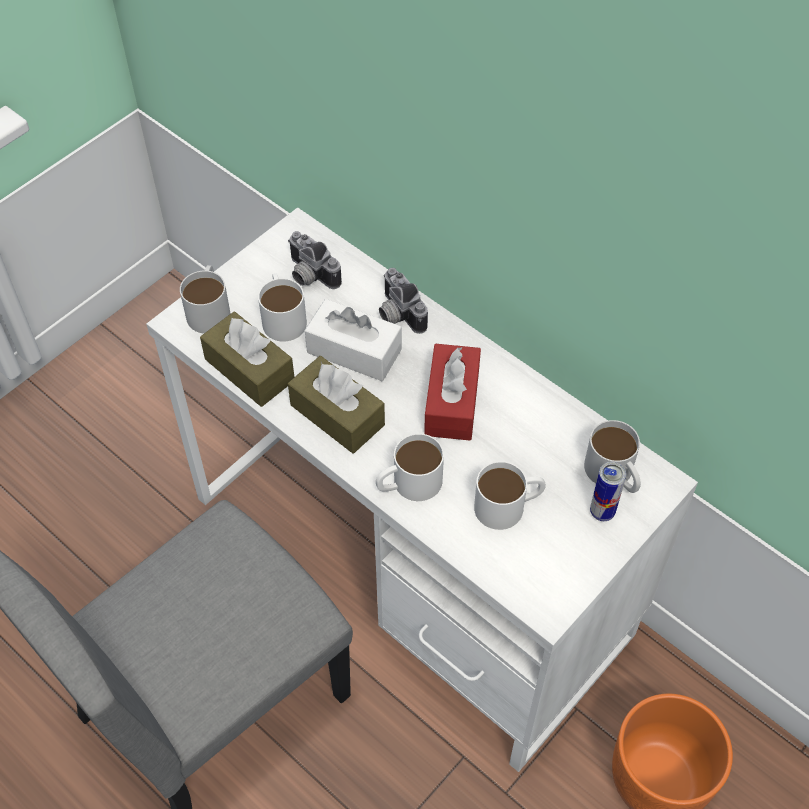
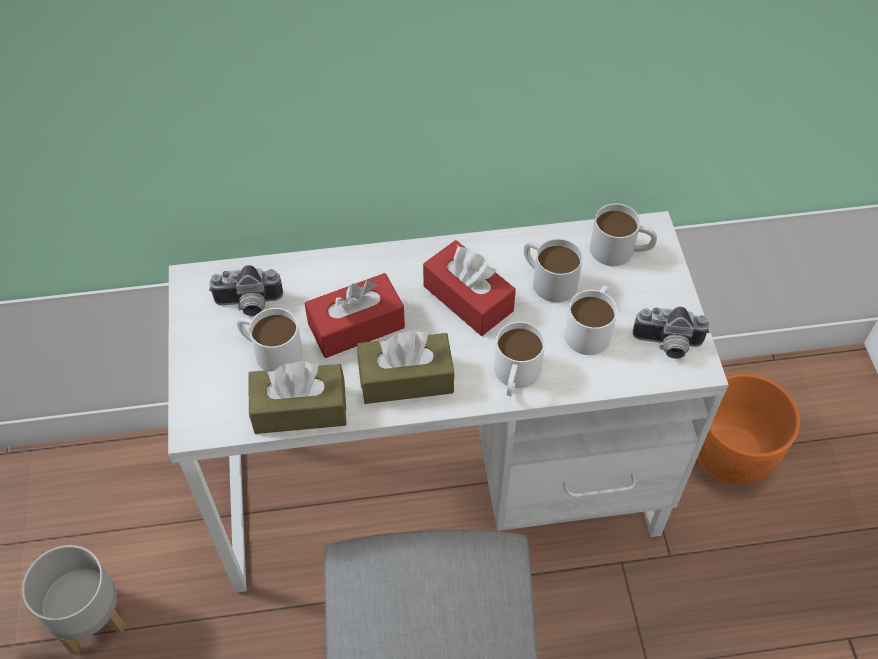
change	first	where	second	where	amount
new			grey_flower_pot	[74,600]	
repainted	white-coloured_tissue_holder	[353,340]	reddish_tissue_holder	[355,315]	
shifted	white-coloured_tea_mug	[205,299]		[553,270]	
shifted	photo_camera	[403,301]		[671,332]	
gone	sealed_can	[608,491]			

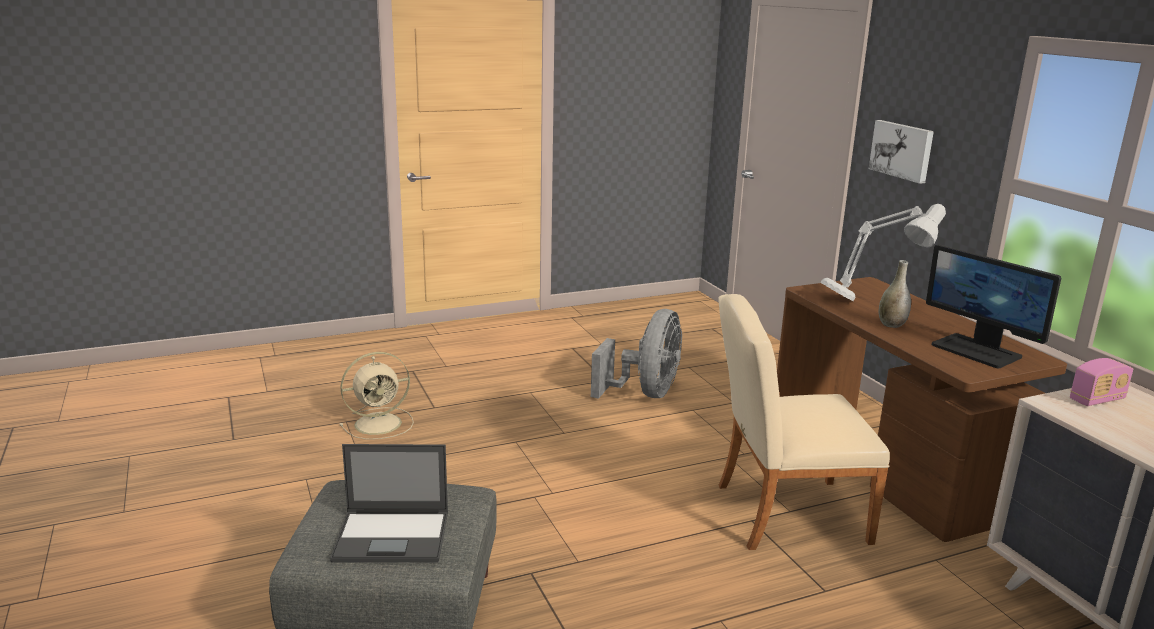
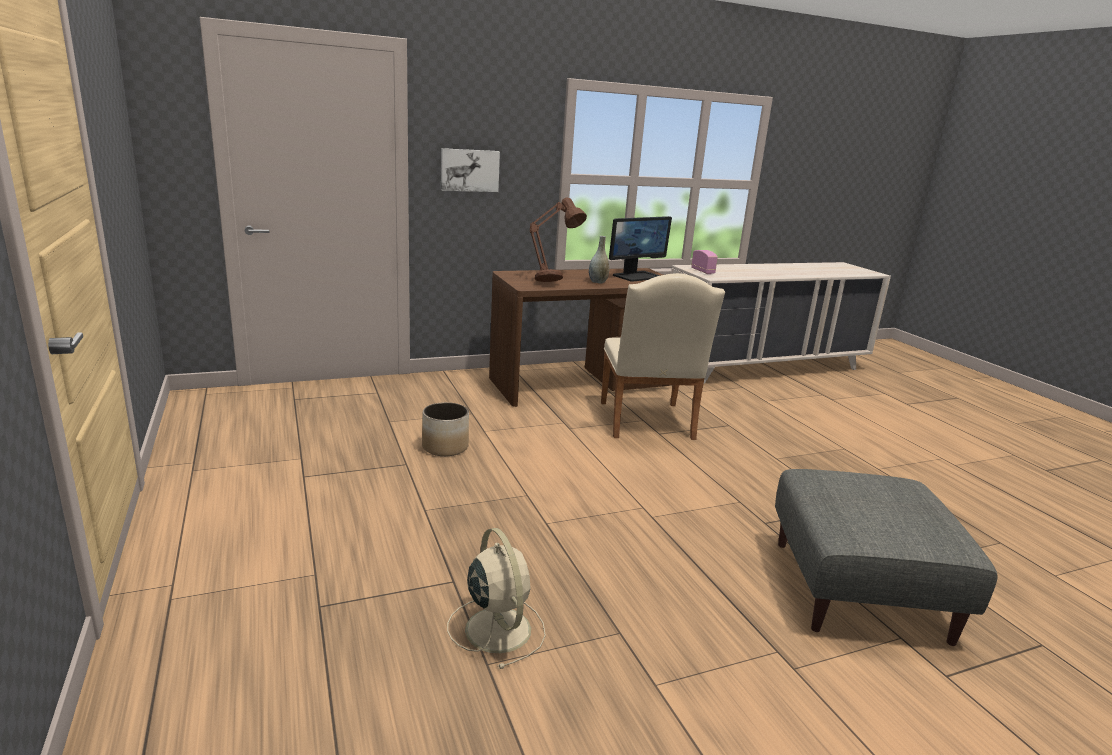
change	first	where	second	where	amount
swapped	grey_fan	[636,354]	flower_pot	[445,429]	
repainted	grey_table_lamp	[883,252]	brownish_table_lamp	[558,240]	
gone	notebook_computer	[389,503]			

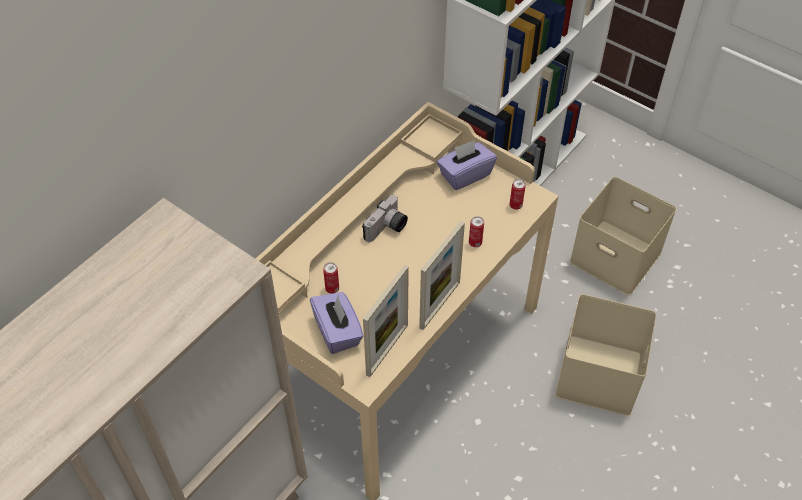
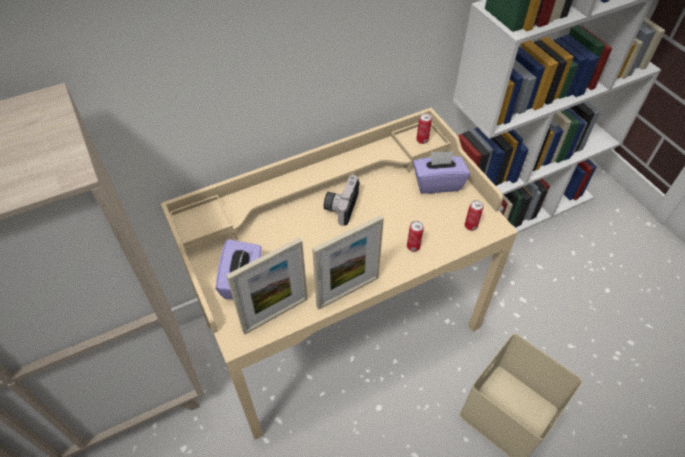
change	first	where	second	where	amount
rotated	photo_camera	[385,218]		[342,200]	135 degrees clockwise
shifted	sealed_can	[331,278]		[424,128]	
gone	sand-coloured_storage_box	[623,236]			

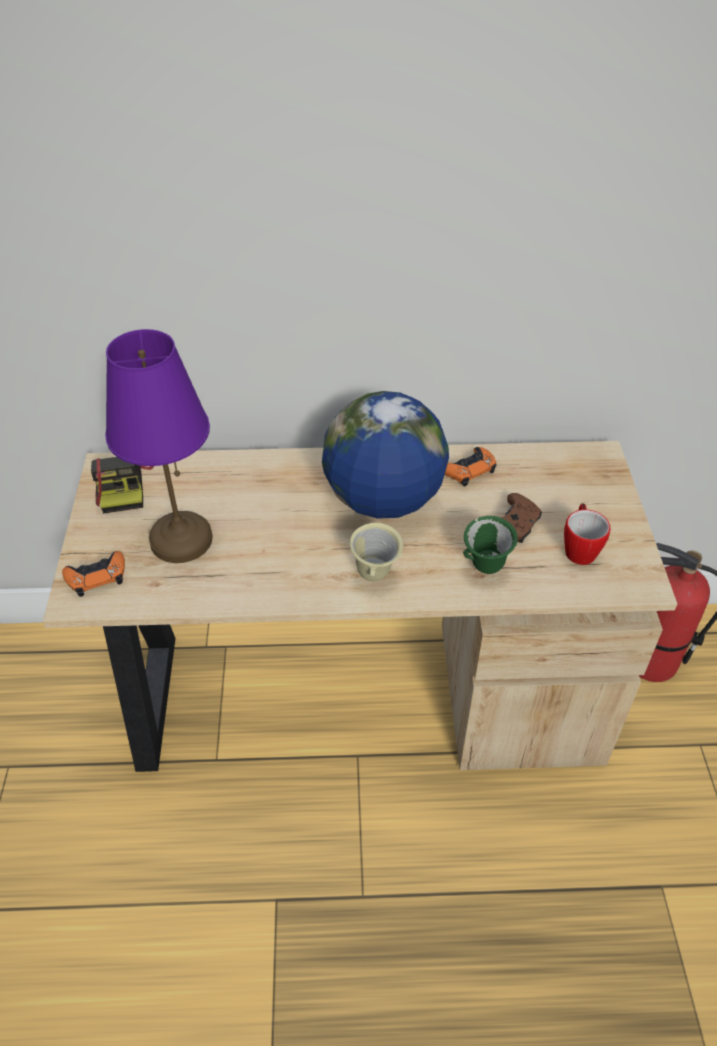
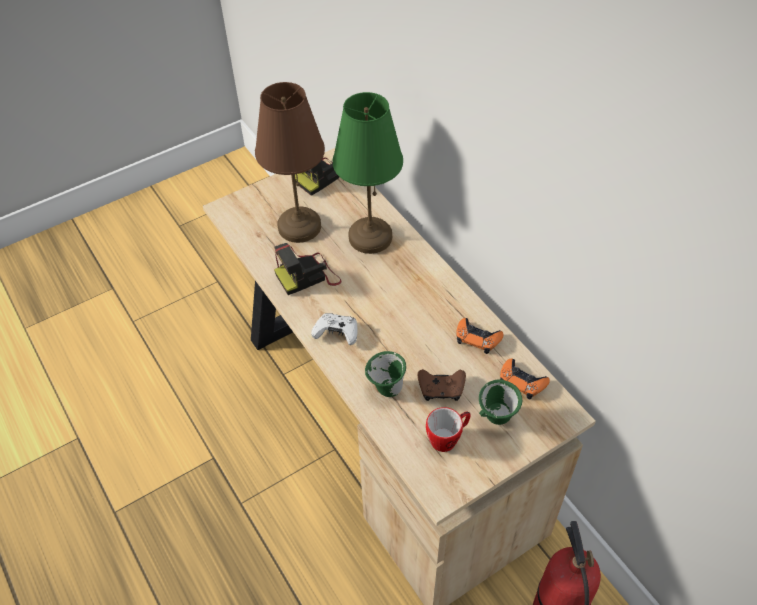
change	first	where	second	where	amount
repainted	purple-coloured_table_lamp	[159,446]	brownish_table_lamp	[290,162]	
new			photo_camera	[308,269]	
swapped	sand-coloured_tea_mug	[376,552]	white-coloured_joypad	[334,329]	
new			green_table_lamp	[368,173]	
new			green_tea_mug	[500,402]	
shifted	orangey_joypad	[93,574]		[525,379]	
gone	world_globe	[385,455]			

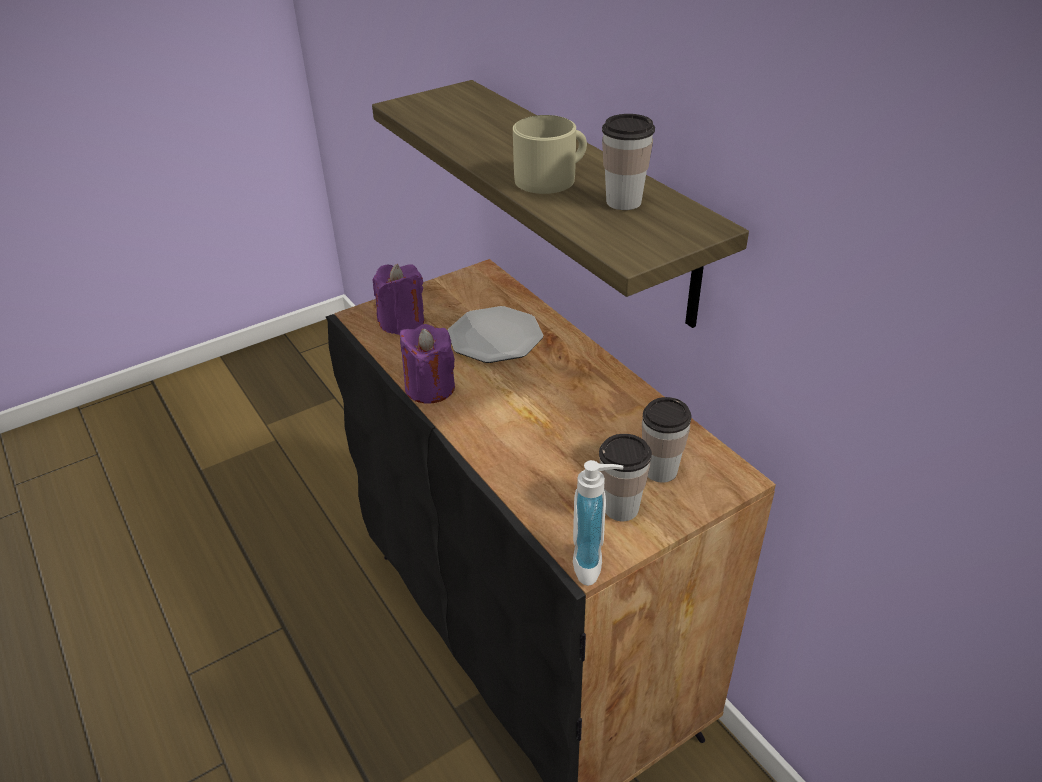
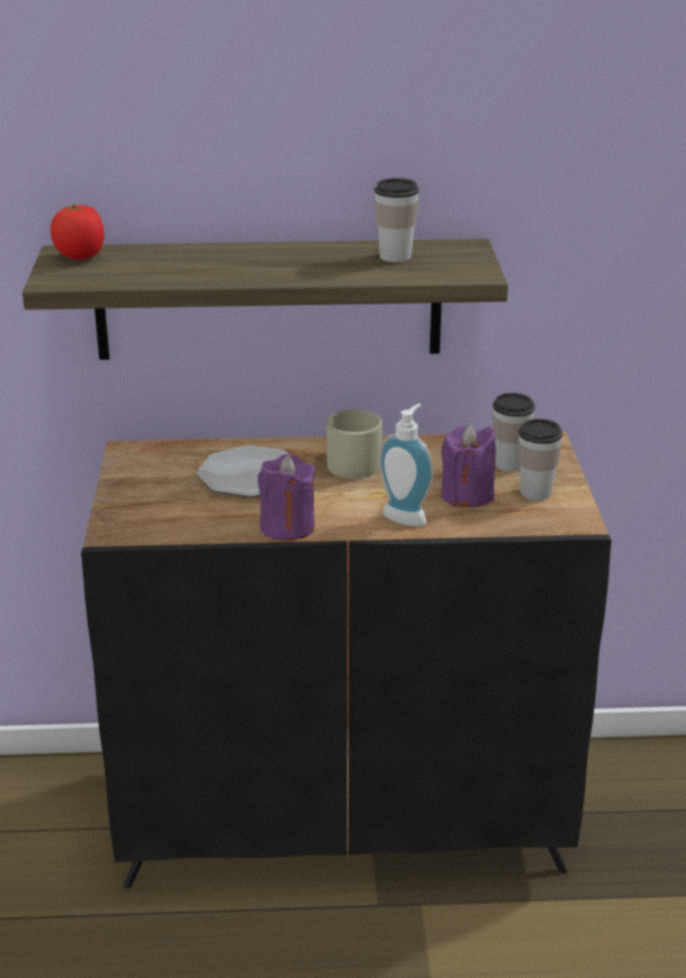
change	first	where	second	where	amount
new			whole_tomato	[77,231]	
shifted	sand-coloured_tea_mug	[550,154]		[354,444]	
shifted	soap_dispenser	[598,523]		[406,465]	
shifted	purple-coloured_wax_light	[398,299]		[468,465]	

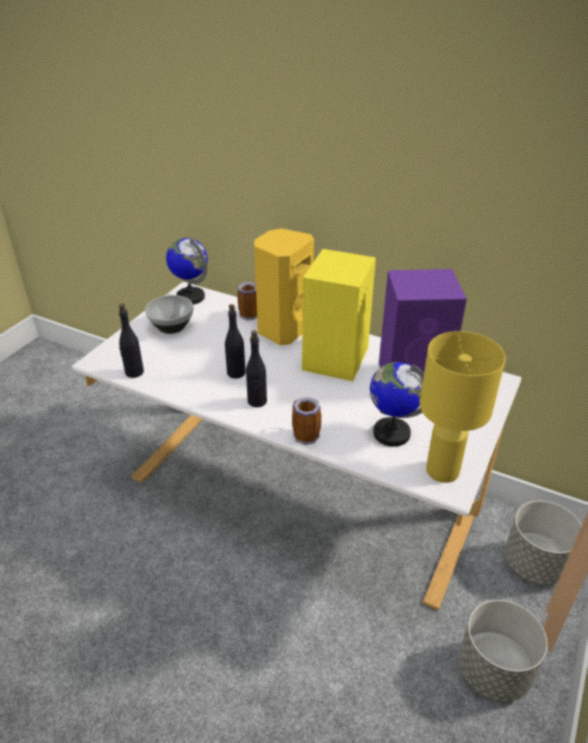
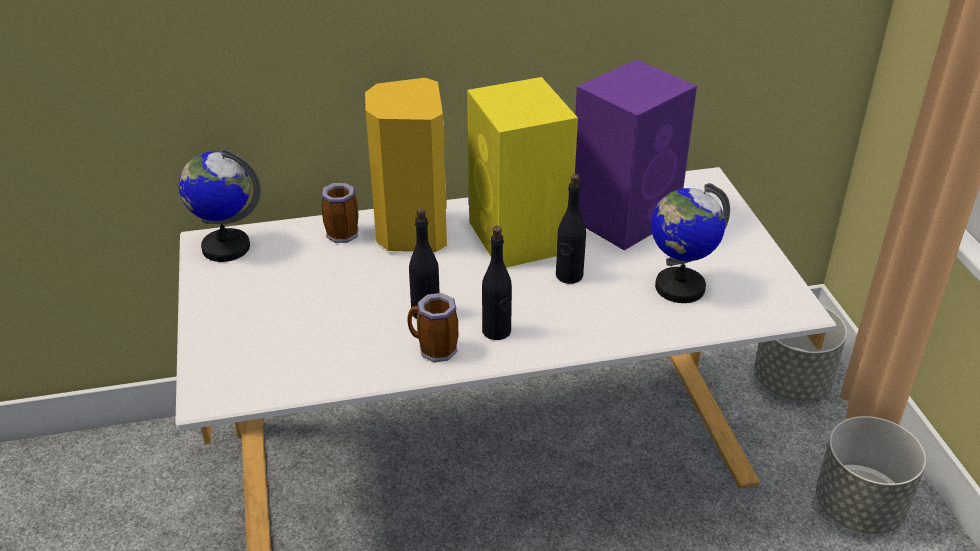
change	first	where	second	where	amount
shifted	tea_mug	[306,421]		[432,327]	
shifted	blackish_bottle	[131,341]		[571,229]	
gone	serving_bowl	[169,314]			
gone	yellow-coloured_table_lamp	[463,407]			

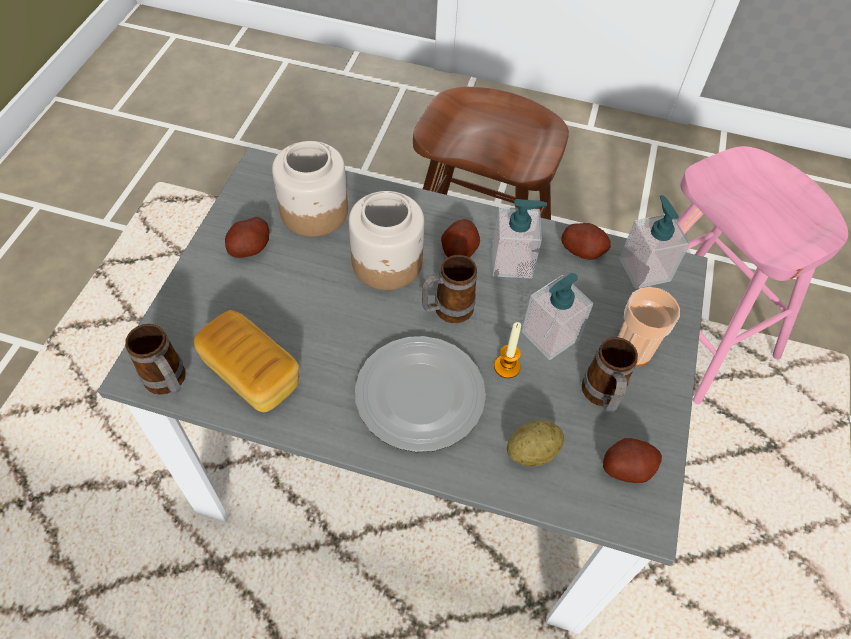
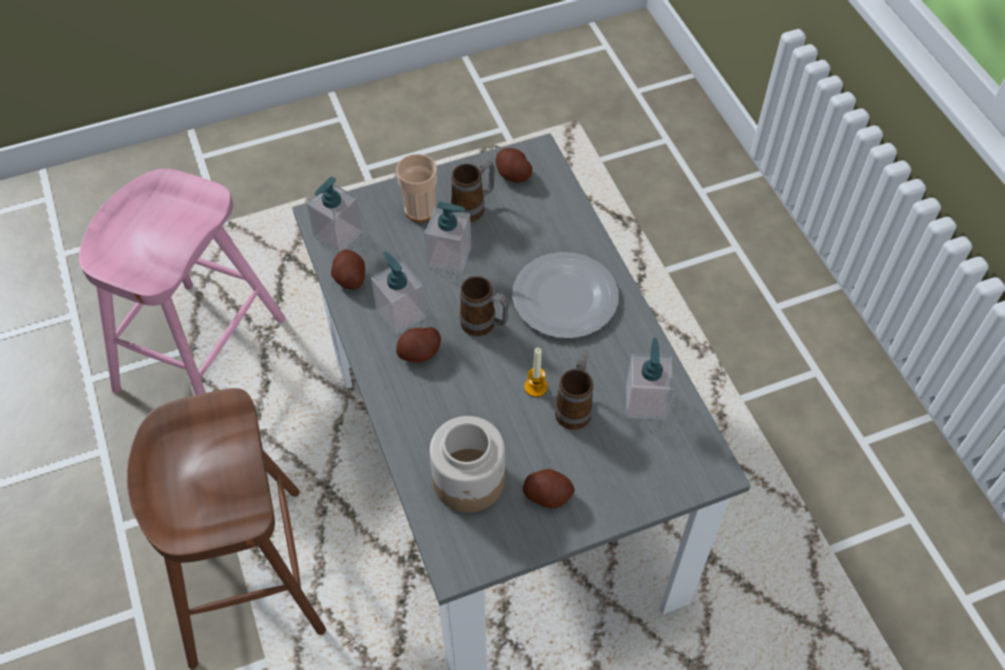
change	first	where	second	where	amount
shifted	wax_light	[507,350]		[536,372]	
shifted	tea_mug	[155,359]		[574,392]	
swapped	bread	[246,361]	soap_dispenser	[649,379]	
gone	jar	[386,240]			
gone	whole_potato	[535,443]			

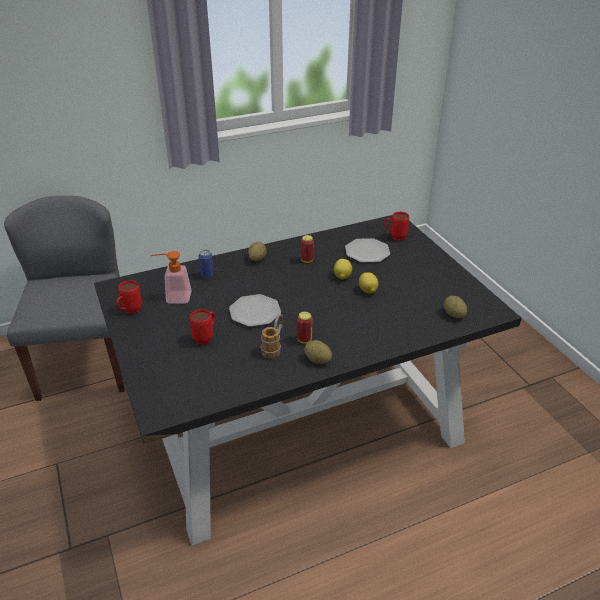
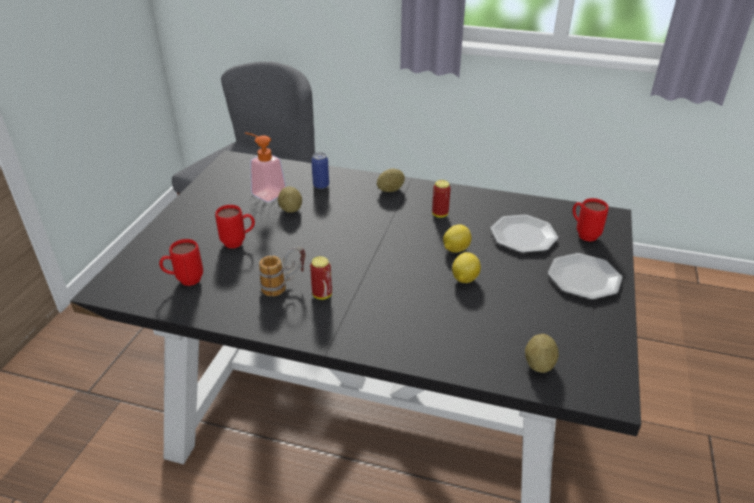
change	first	where	second	where	amount
shifted	reddish_tea_mug	[129,297]		[181,262]	
shifted	whole_potato	[318,352]		[290,199]	
shifted	dinner_plate	[255,310]		[585,276]	

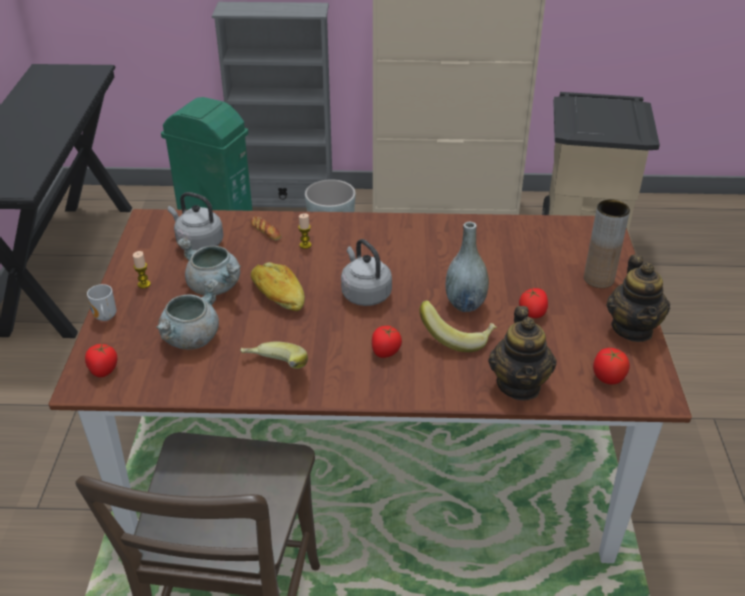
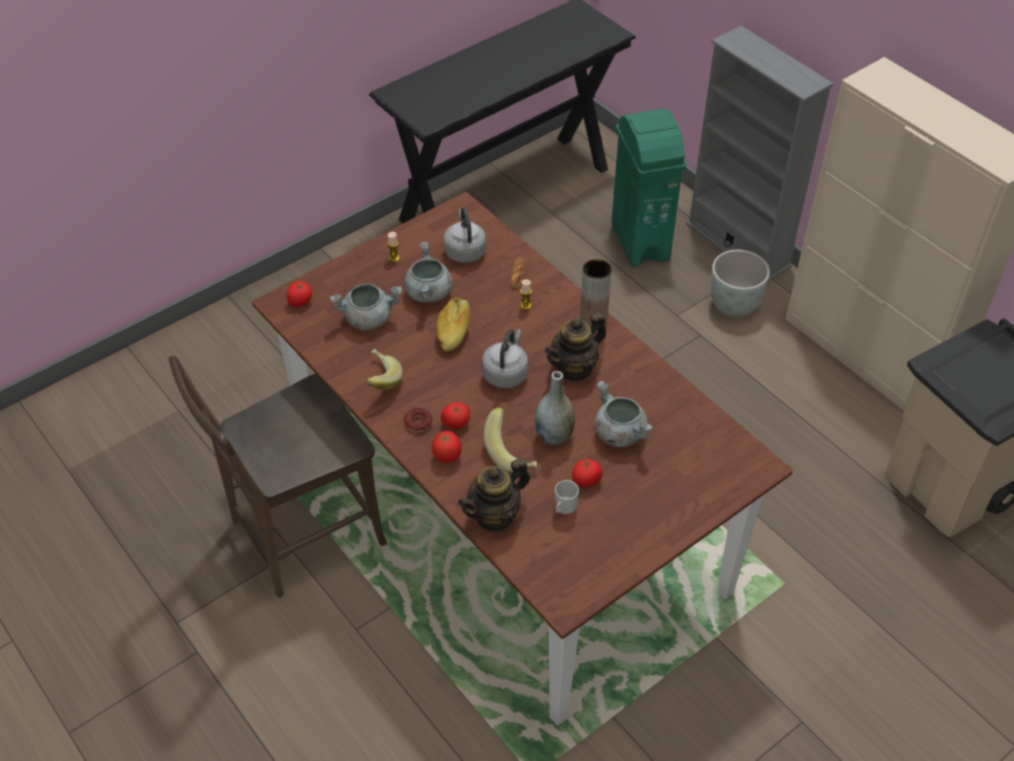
change	first	where	second	where	amount
new			doughnut	[418,420]	
shifted	whole_tomato	[611,366]		[447,447]	
shifted	tea_pot	[638,298]		[575,347]	
shifted	tea_mug	[101,302]		[567,497]	
shifted	brownish_flower_vase	[607,243]		[596,296]	
new			grey_saucepot	[624,414]	

